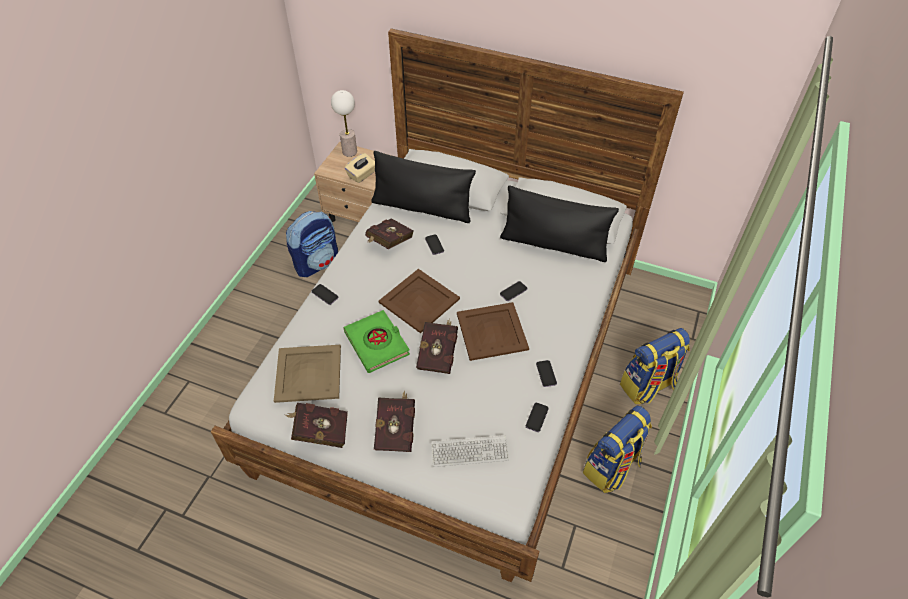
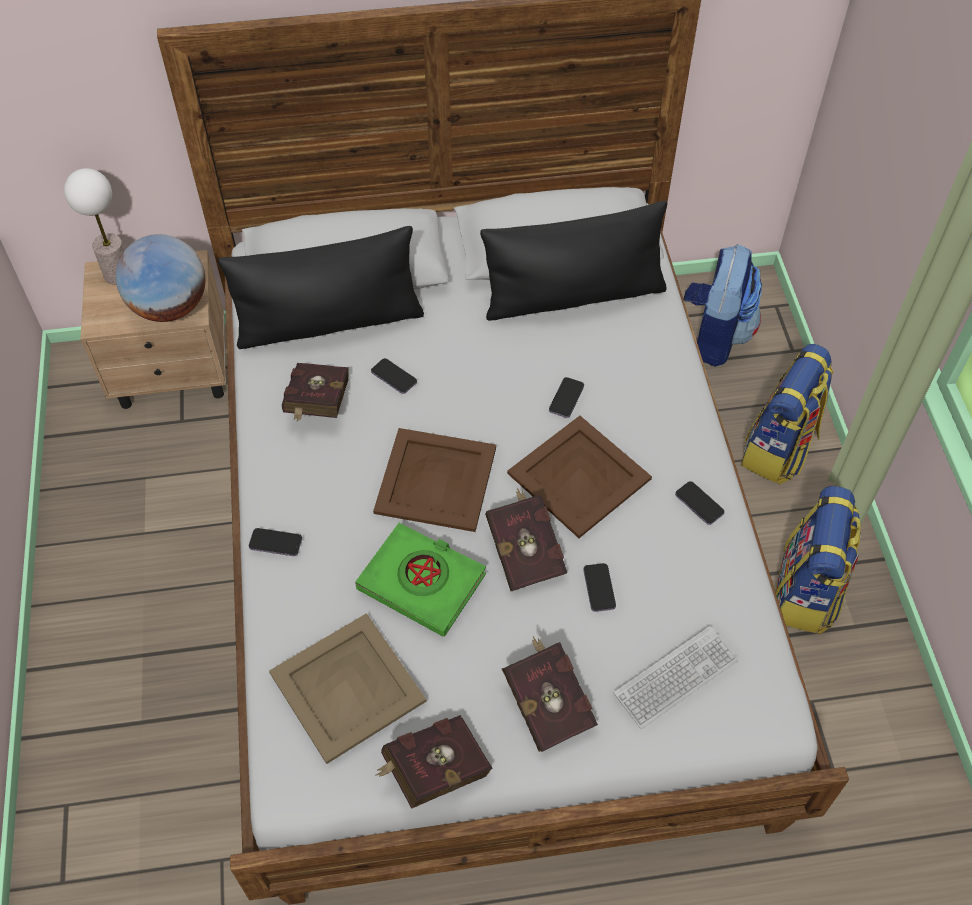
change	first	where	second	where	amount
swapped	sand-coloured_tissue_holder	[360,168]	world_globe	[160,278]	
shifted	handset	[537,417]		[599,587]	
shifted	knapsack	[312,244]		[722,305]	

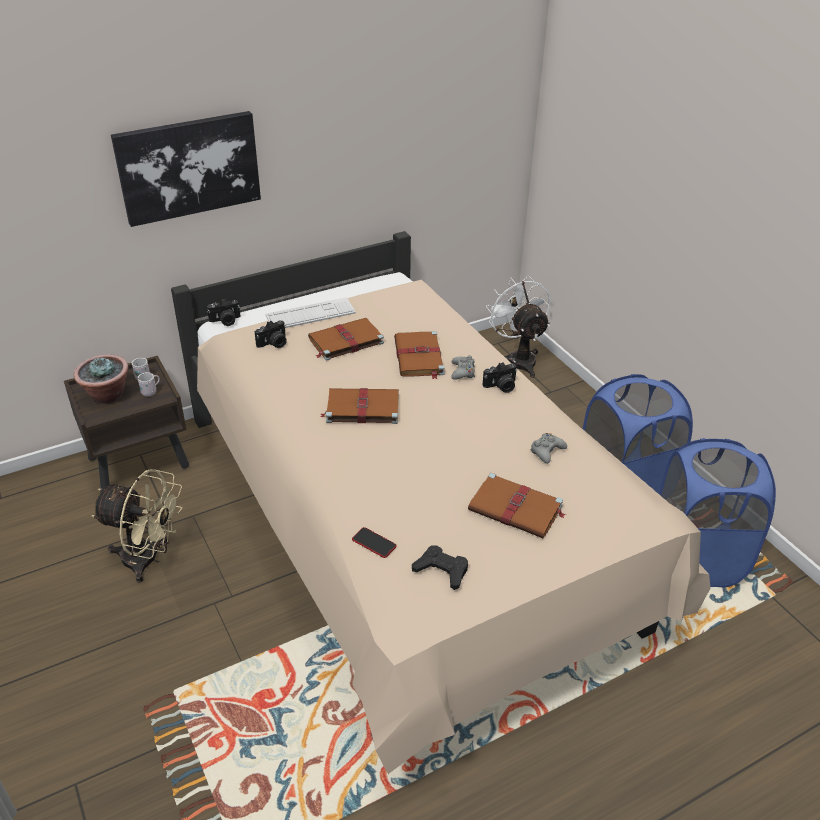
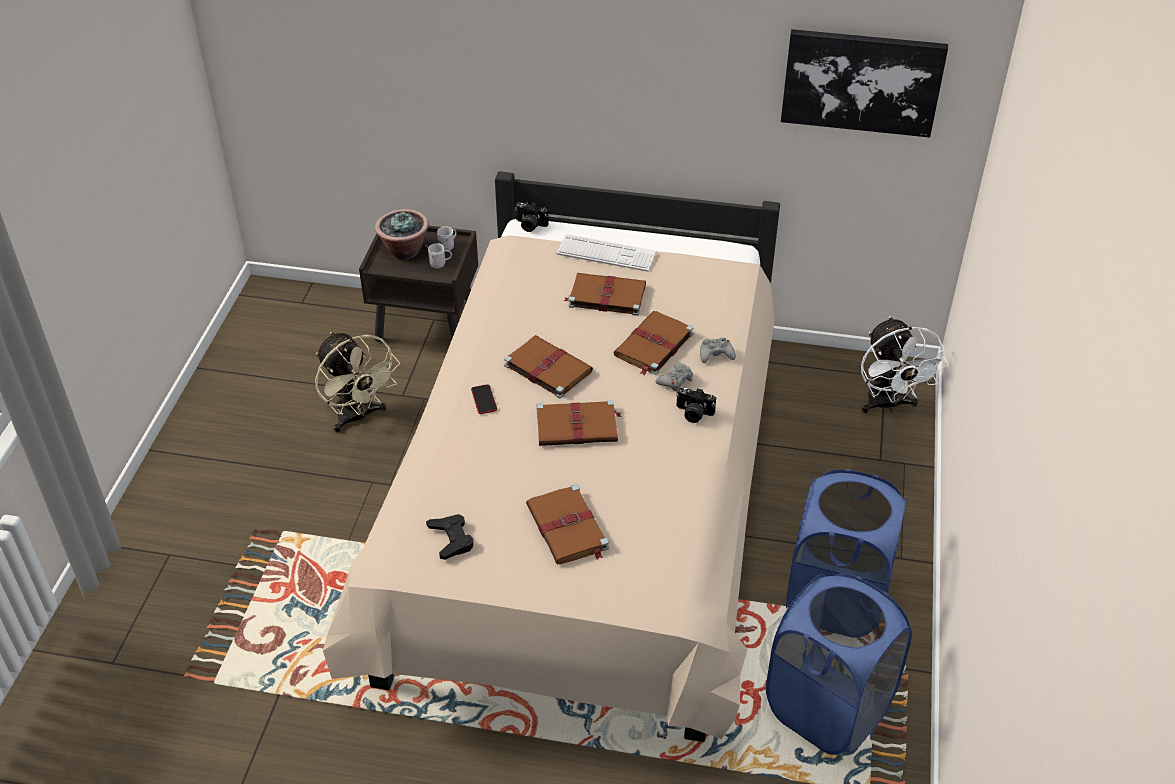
change	first	where	second	where	amount
shifted	handset	[374,542]		[484,399]	
new			brownish_book	[579,423]	
shifted	grey_joypad	[549,448]		[718,350]	
shifted	wall_picture	[186,169]		[864,83]	
rotated	white-coloured_fan	[518,326]		[905,364]	150 degrees clockwise
gone	photo_camera	[271,334]			

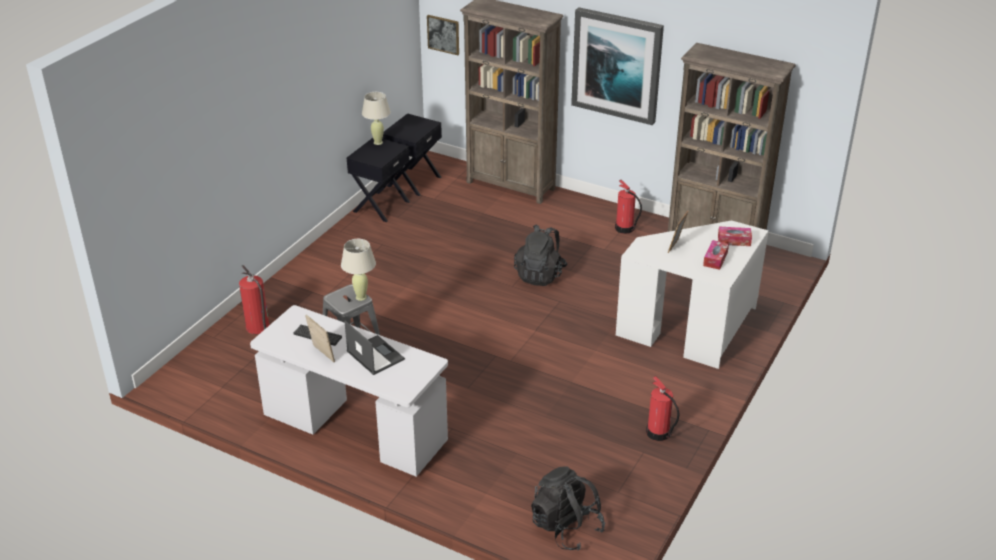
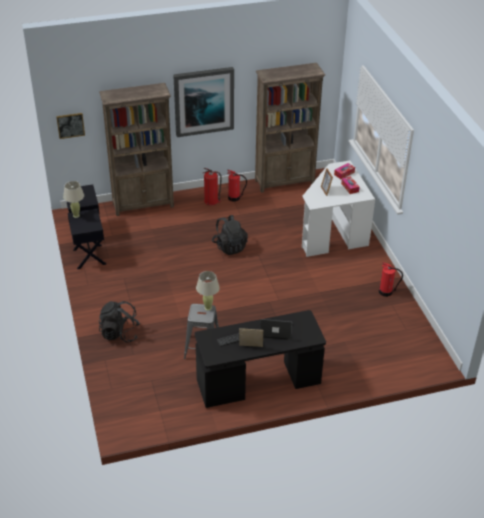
change	first	where	second	where	amount
shifted	blackish_knapsack	[568,508]		[119,321]	
repainted	white-coloured_desk_table	[349,391]	blackish_desk_table	[260,359]	
shifted	extinguisher	[254,299]		[212,187]	

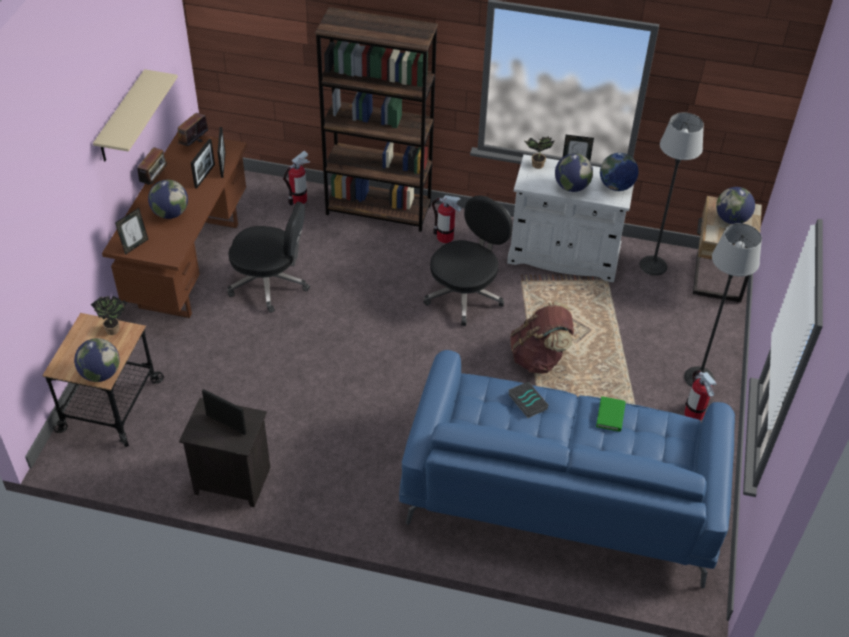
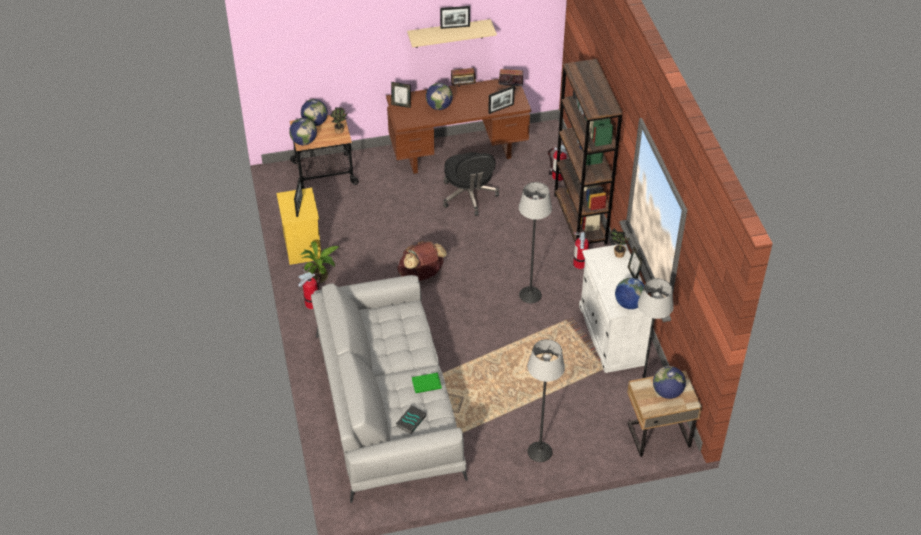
change	first	where	second	where	amount
repainted	blackish_nightstand	[224,452]	yellow-coloured_nightstand	[298,226]	
shifted	extinguisher	[700,395]		[309,288]	
new			potted_plant	[319,262]	
shifted	world_globe	[574,172]		[314,112]	
repainted	blue_settee	[567,469]	grey_settee	[389,389]	
shifted	book	[528,399]		[411,419]	
shifted	brownish_knapsack	[542,338]		[422,261]	
shifted	picture_frame	[203,164]		[455,17]	
swapped	blackish_desk_chair	[468,260]	floor_lamp	[535,242]	

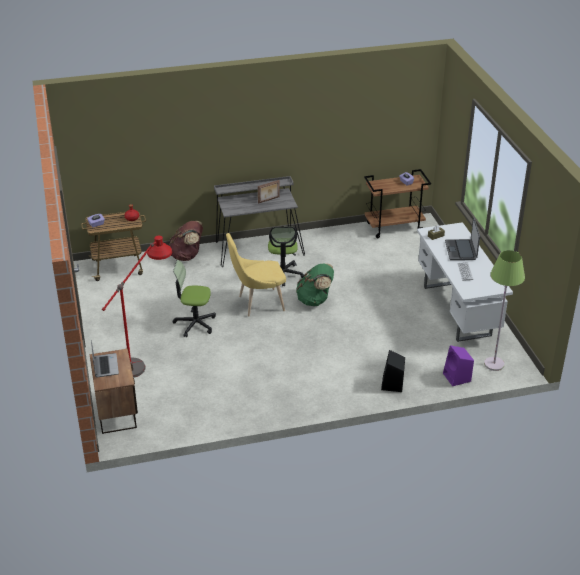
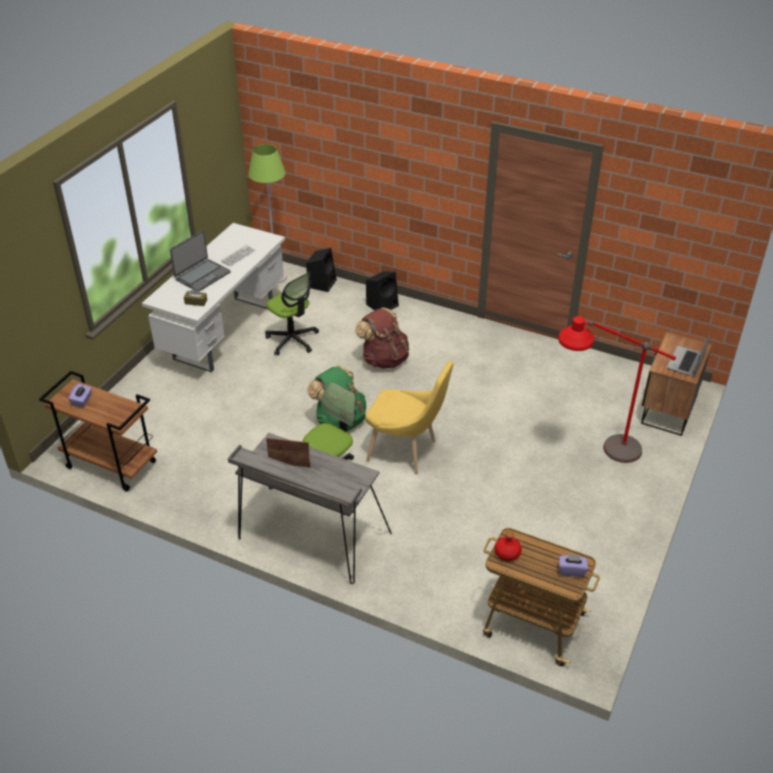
change	first	where	second	where	amount
shifted	desk_chair	[194,298]		[292,314]	
repainted	purple-coloured_audio_speaker	[458,366]	blackish_audio_speaker	[321,270]	
shifted	brownish_knapsack	[186,241]		[382,337]	

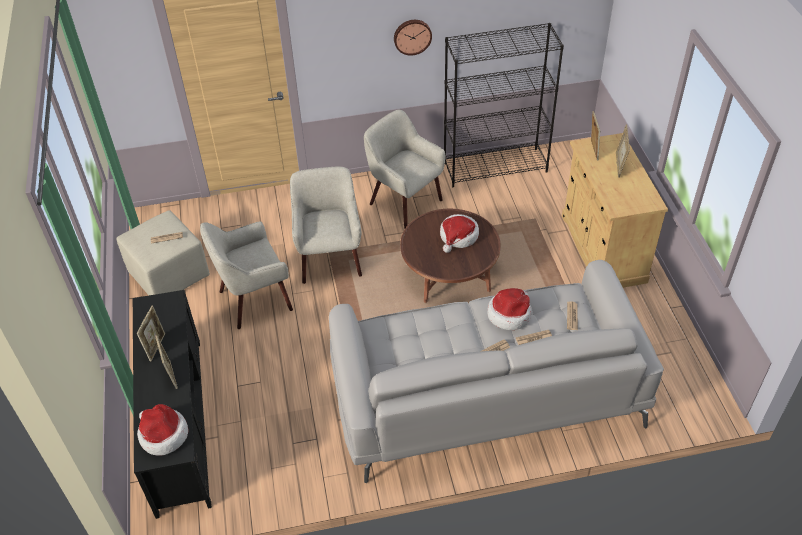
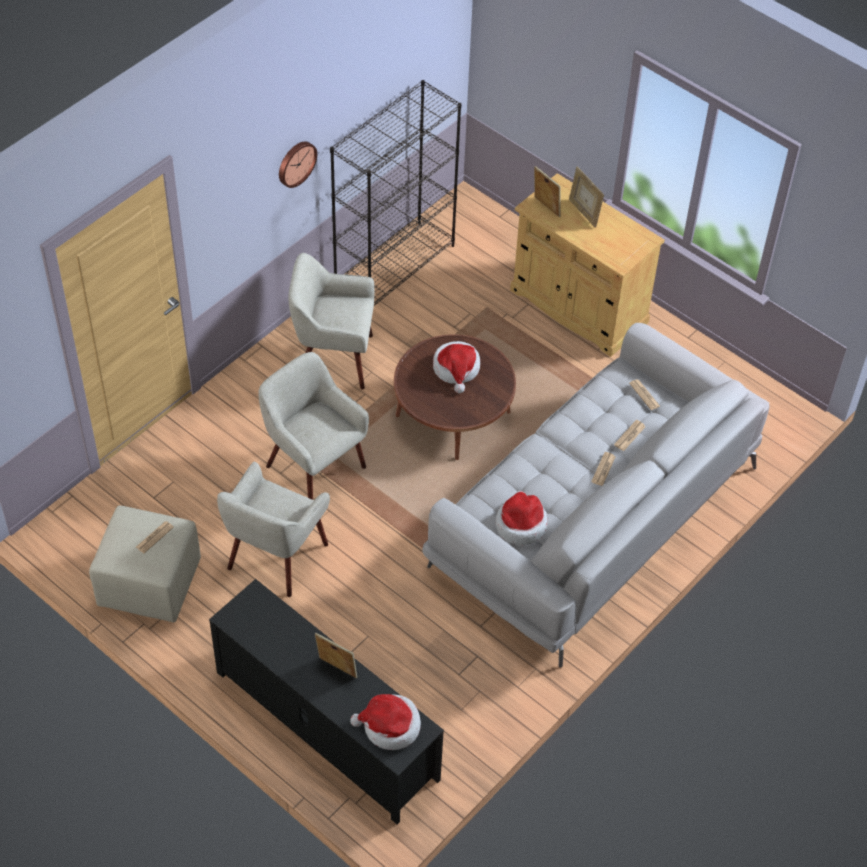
change	first	where	second	where	amount
shifted	wearable_hat	[509,309]		[521,518]	
gone	picture_frame	[151,333]			

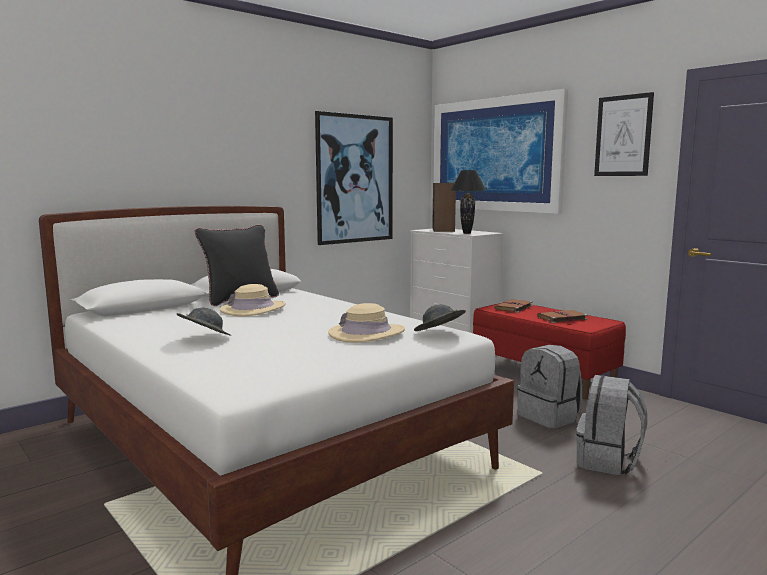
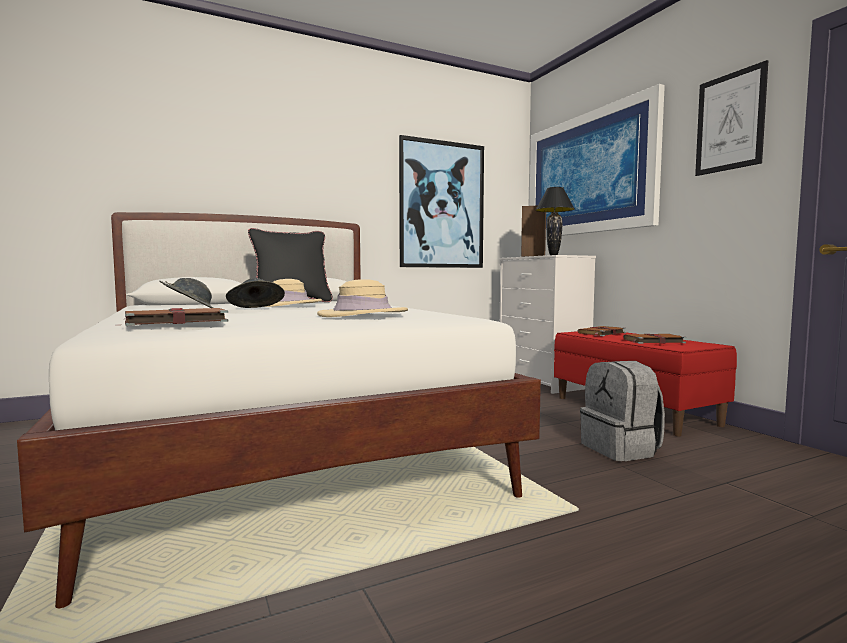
change	first	where	second	where	amount
new			brownish_book	[175,317]	
shifted	grey_wearable_hat	[440,317]		[255,293]	
gone	grey_knapsack	[611,425]			

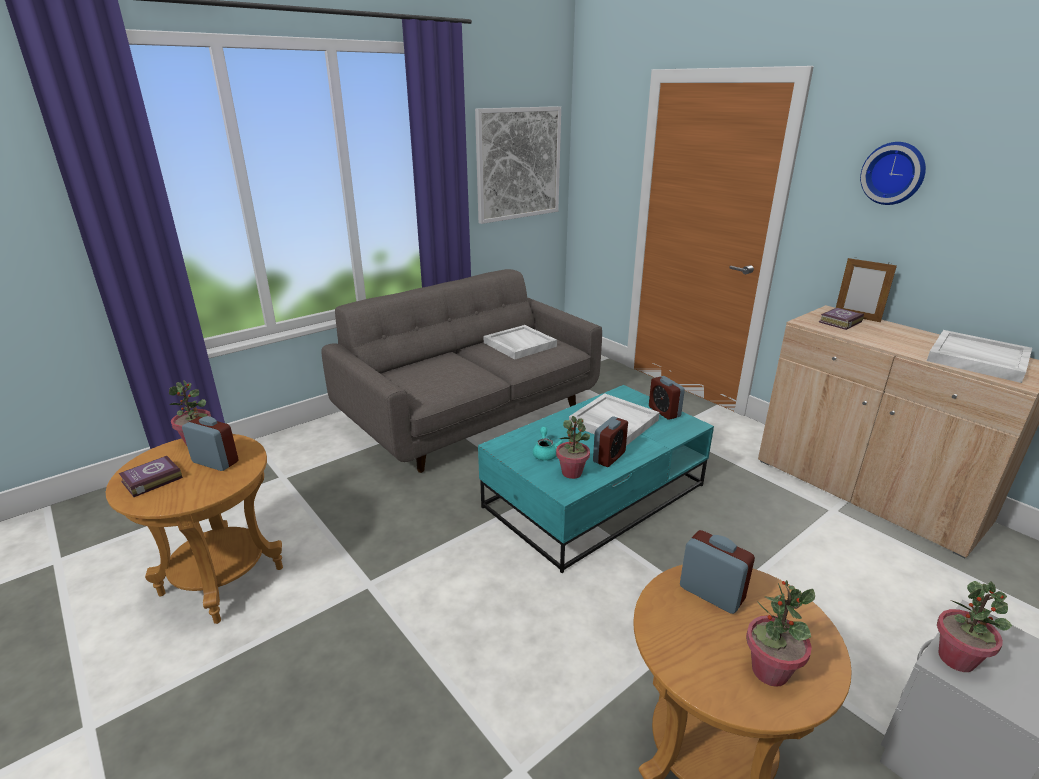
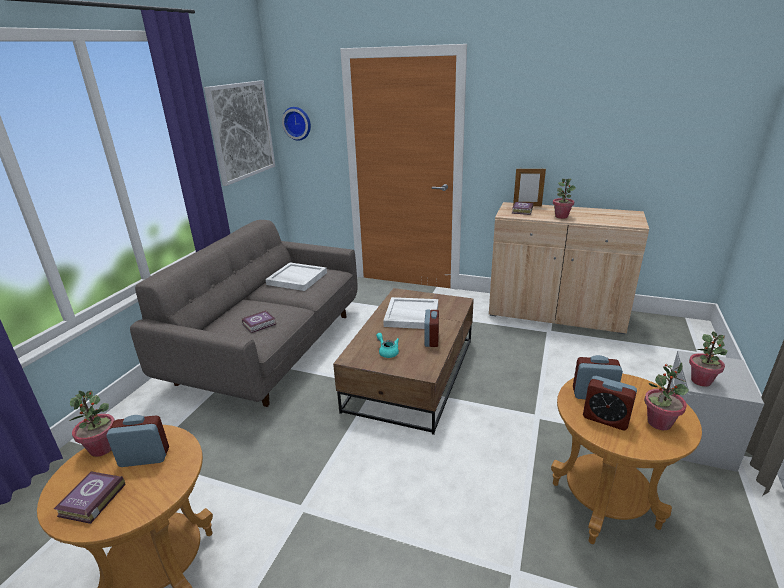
change	first	where	second	where	amount
new			book	[259,321]	
shifted	clock_on_the_wall	[893,173]		[296,124]	
repainted	blue-green_coffee_table	[596,479]	brownish_coffee_table	[403,361]	
shifted	potted_plant	[573,447]		[564,199]	
shifted	alarm_clock	[667,398]		[610,403]	
gone	white-coloured_carrying_tray	[979,356]			

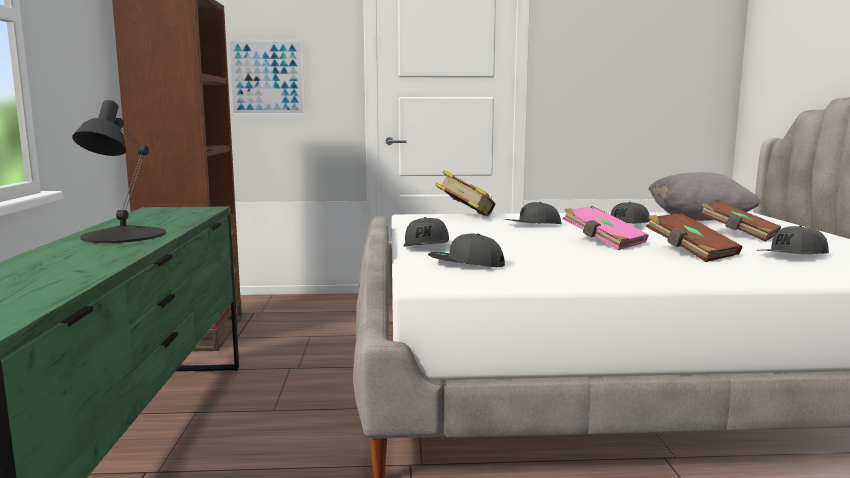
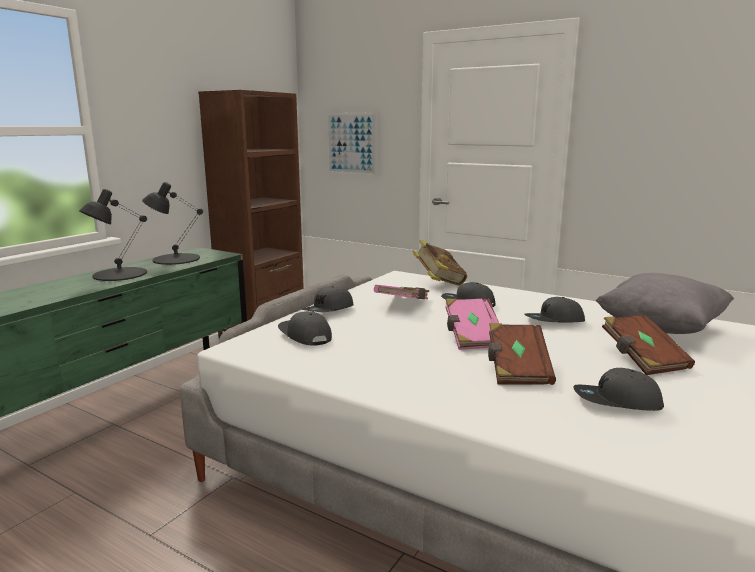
change	first	where	second	where	amount
new			blackish_table_lamp	[172,223]	
new			pinkish_book	[401,292]	

